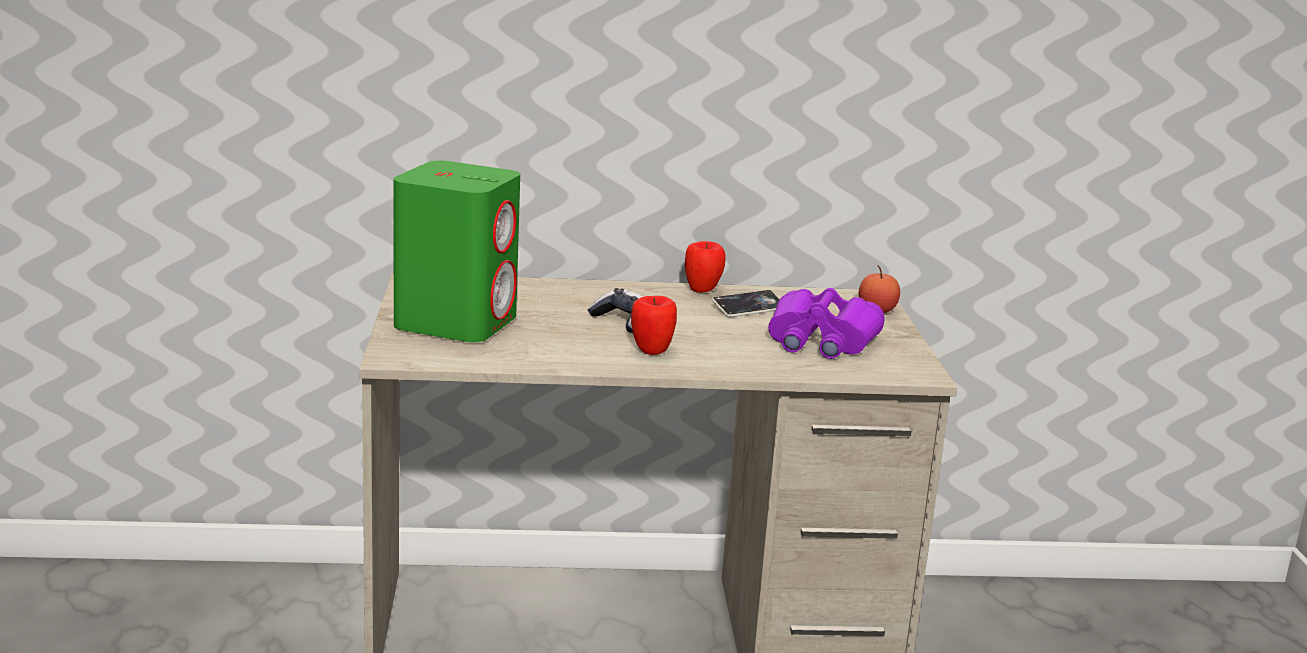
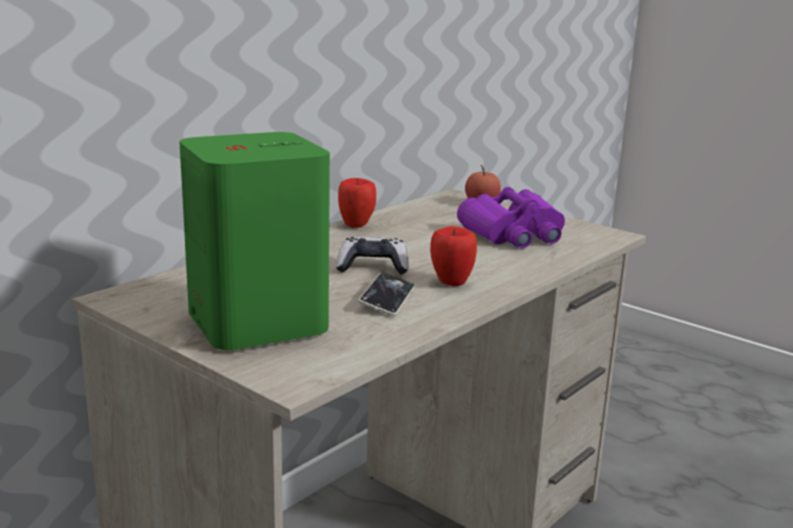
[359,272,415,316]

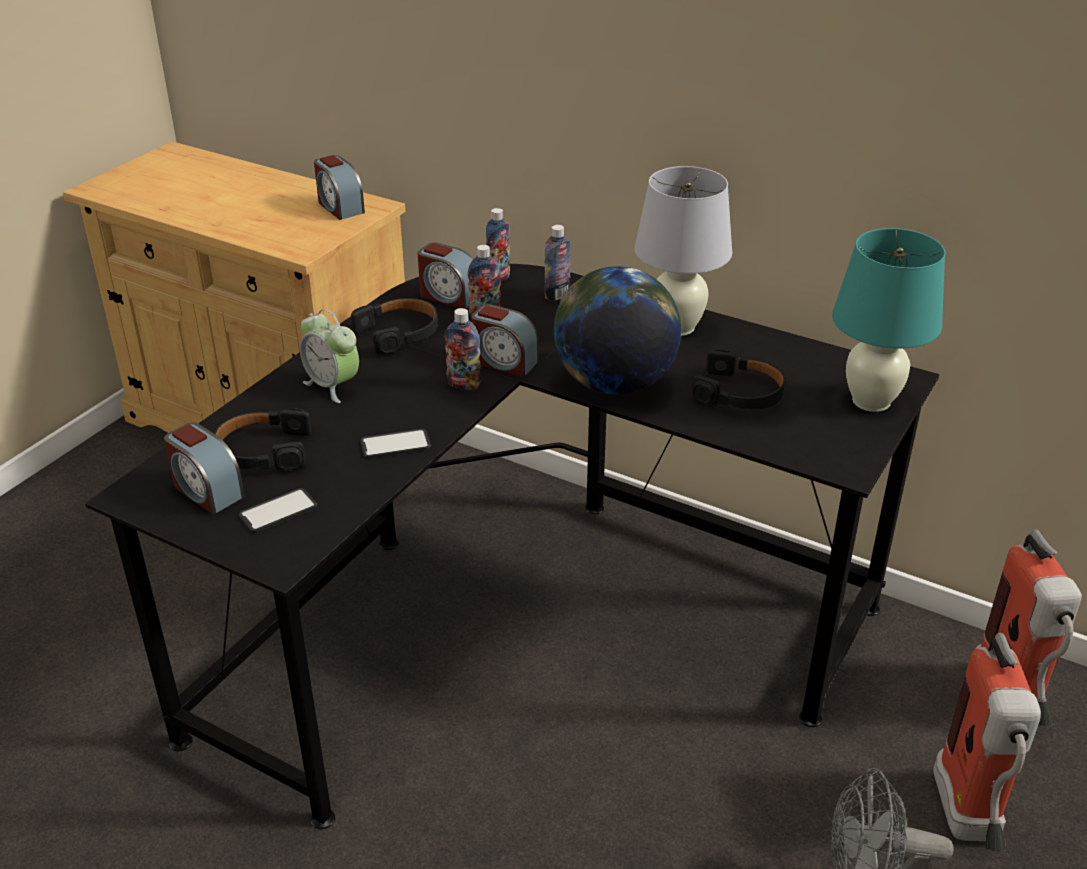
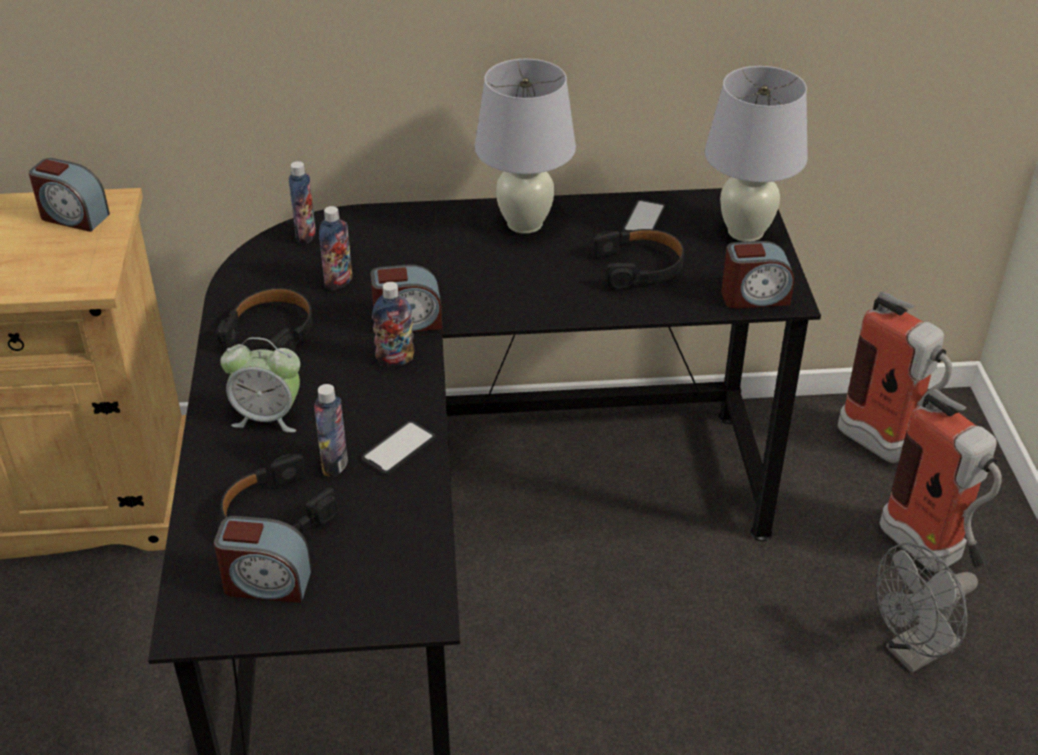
[622,199,666,231]
[721,241,794,309]
[314,384,348,477]
[553,266,681,395] (first image)
[705,66,808,242]

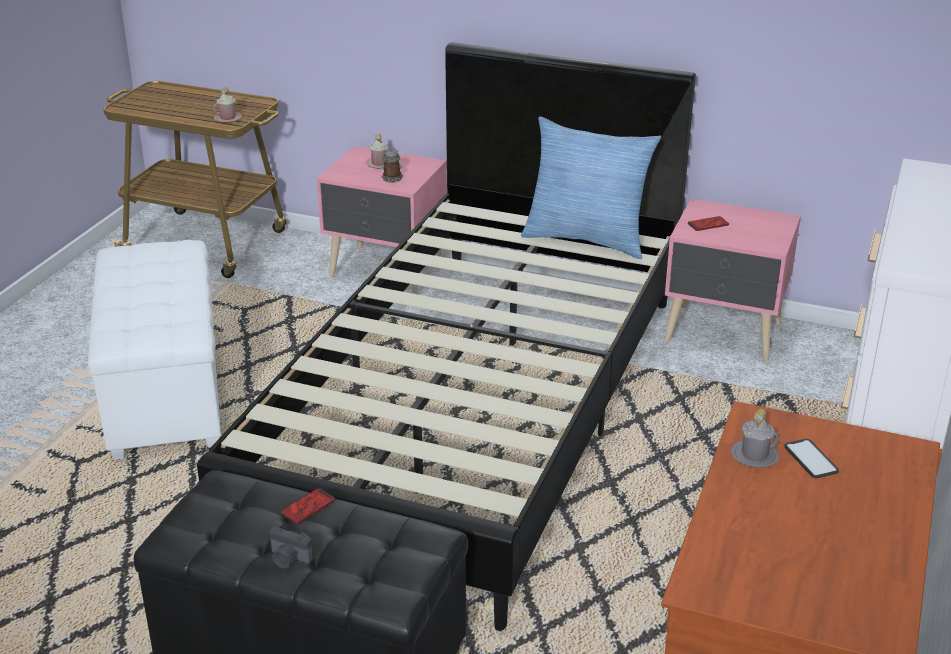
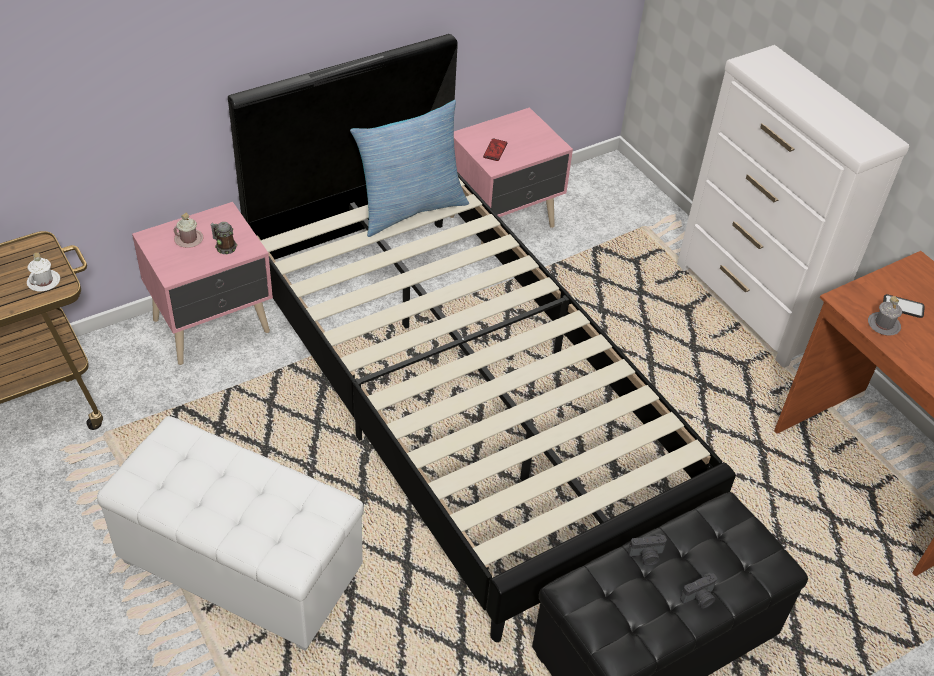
[27,253,60,291]
[628,534,667,566]

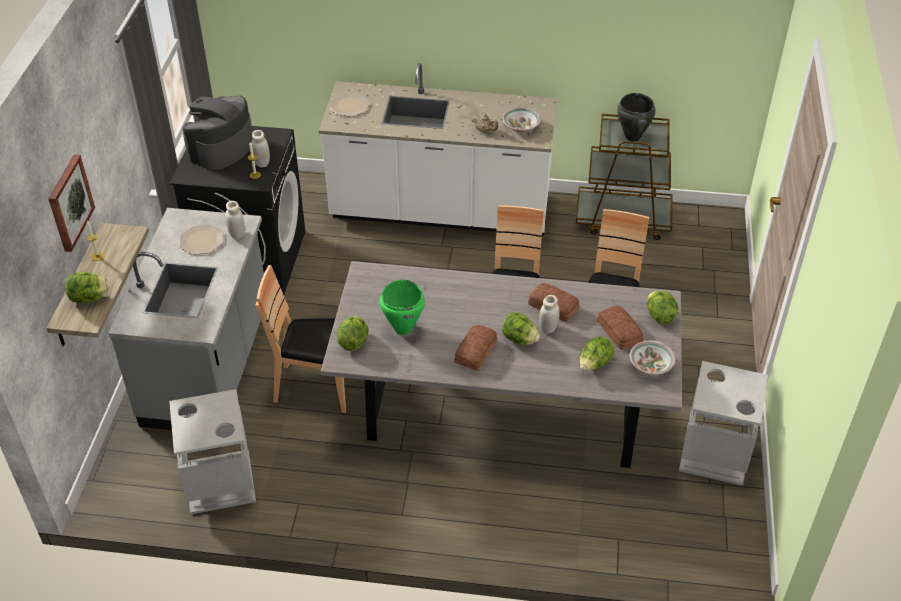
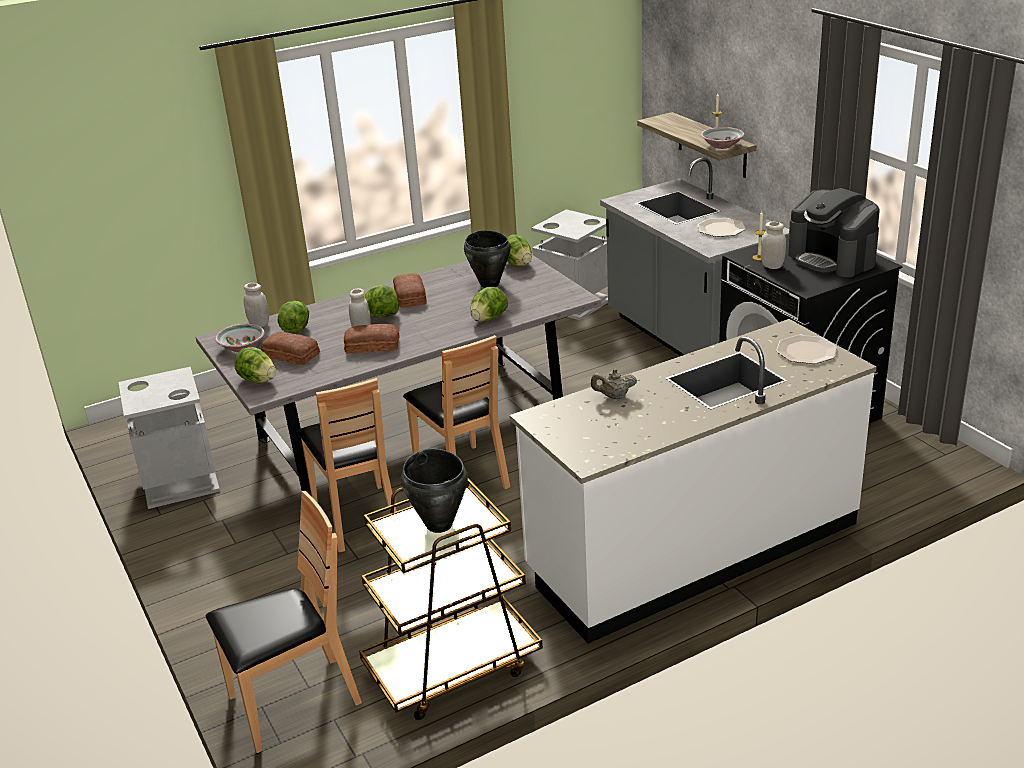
[48,154,95,252] (first image)
[470,287,508,322]
[788,188,880,277]
[244,283,269,327]
[206,491,362,753]
[464,230,511,288]
[701,127,745,149]

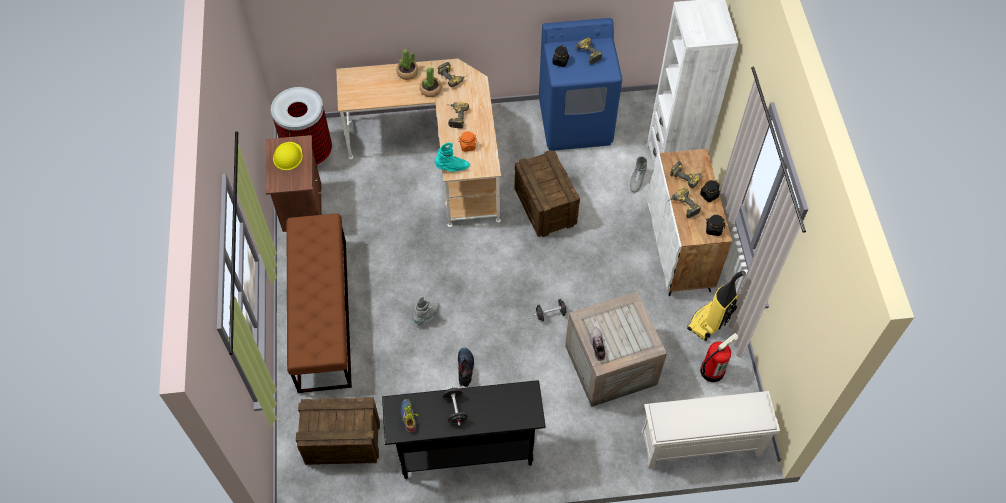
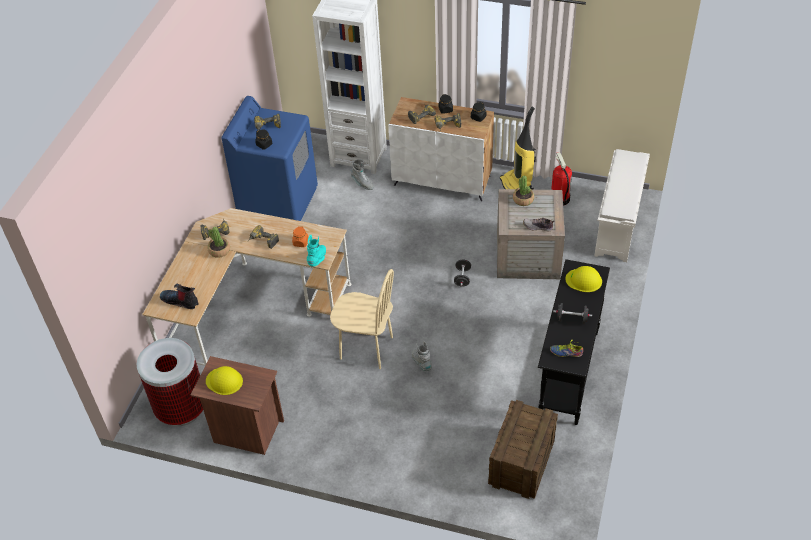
[286,213,352,393] (first image)
[513,176,534,206]
[160,284,198,309]
[514,150,580,237] (first image)
[330,269,394,369]
[565,266,602,292]

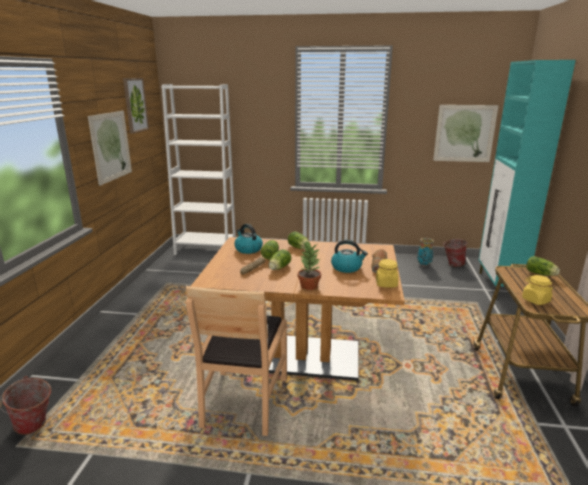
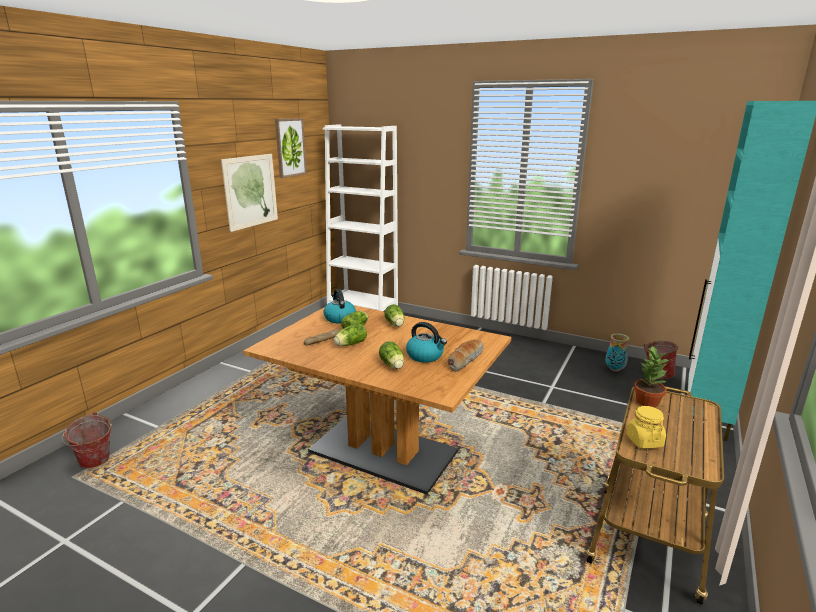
[186,286,287,436] (first image)
[634,346,669,407]
[376,259,398,288] (first image)
[433,105,498,162] (first image)
[379,341,404,369]

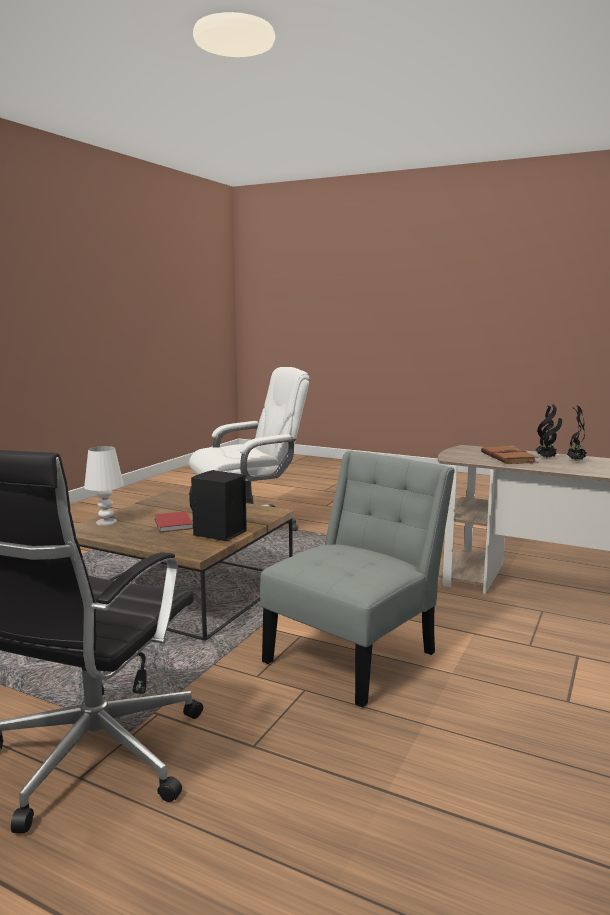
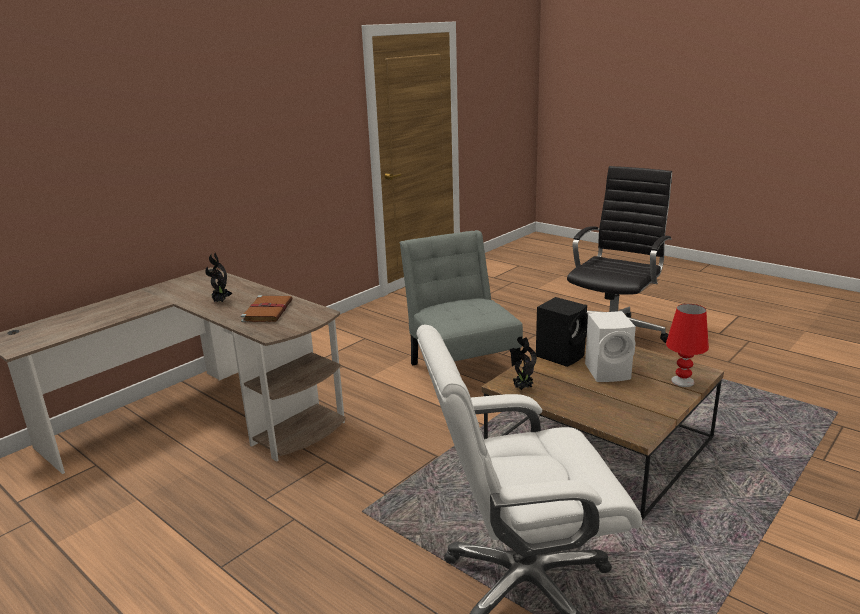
[666,304,709,387]
[585,311,636,382]
[400,230,523,367]
[510,336,537,390]

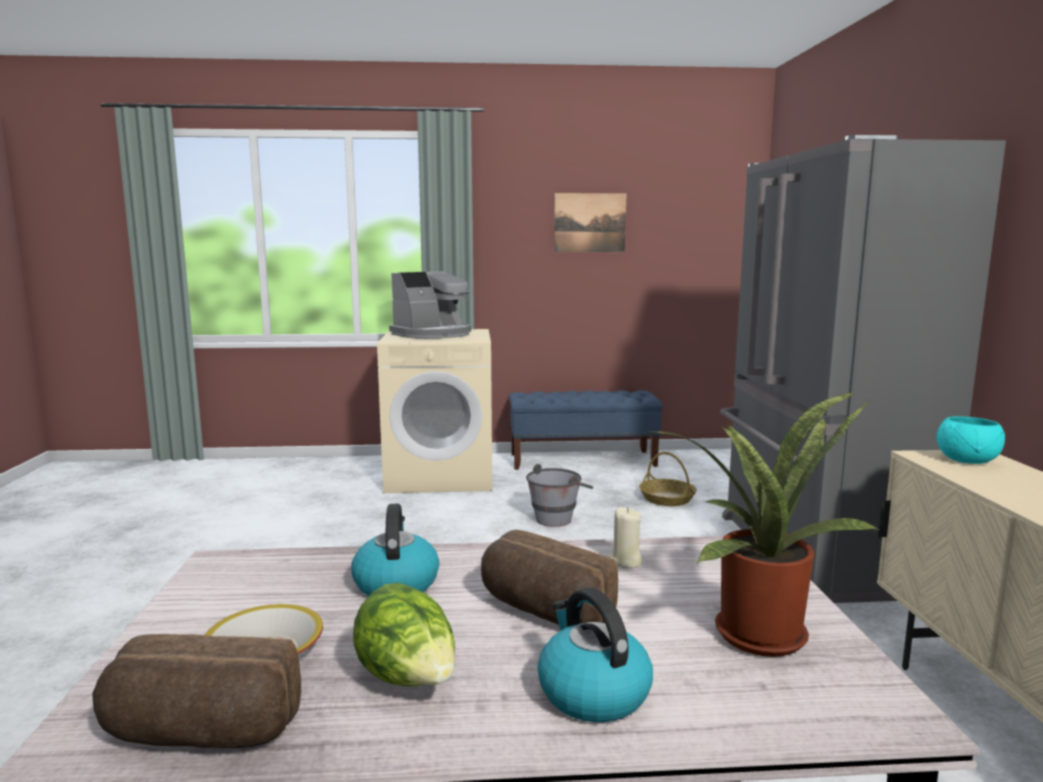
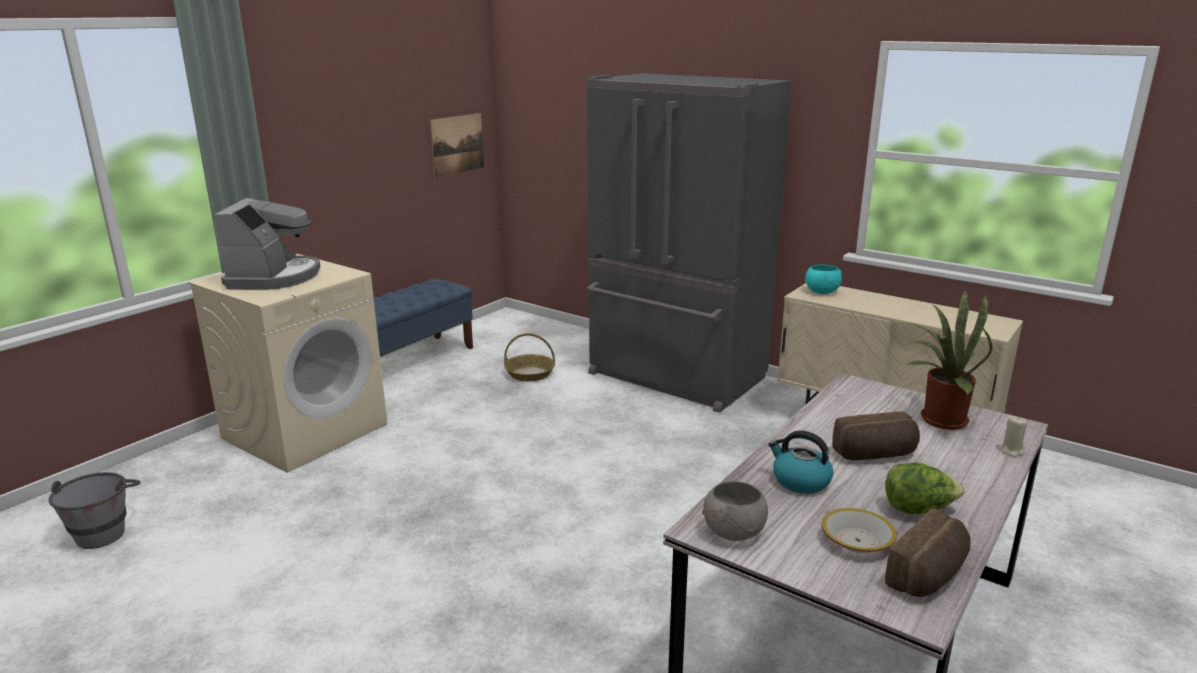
[49,472,141,549]
[537,588,653,722] (first image)
[430,113,484,178]
[1000,417,1027,457]
[702,481,768,541]

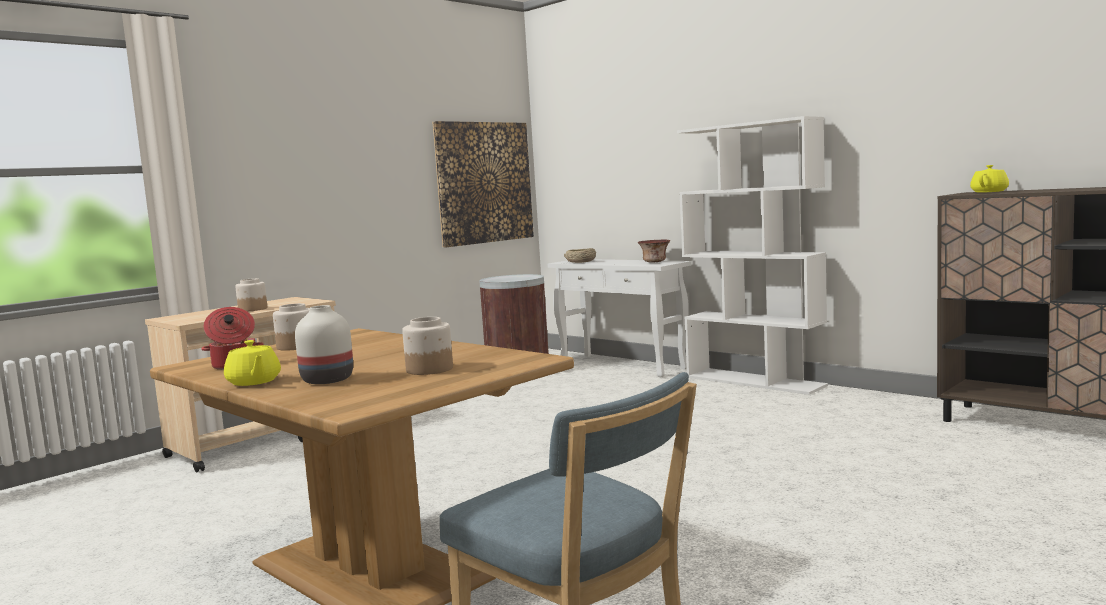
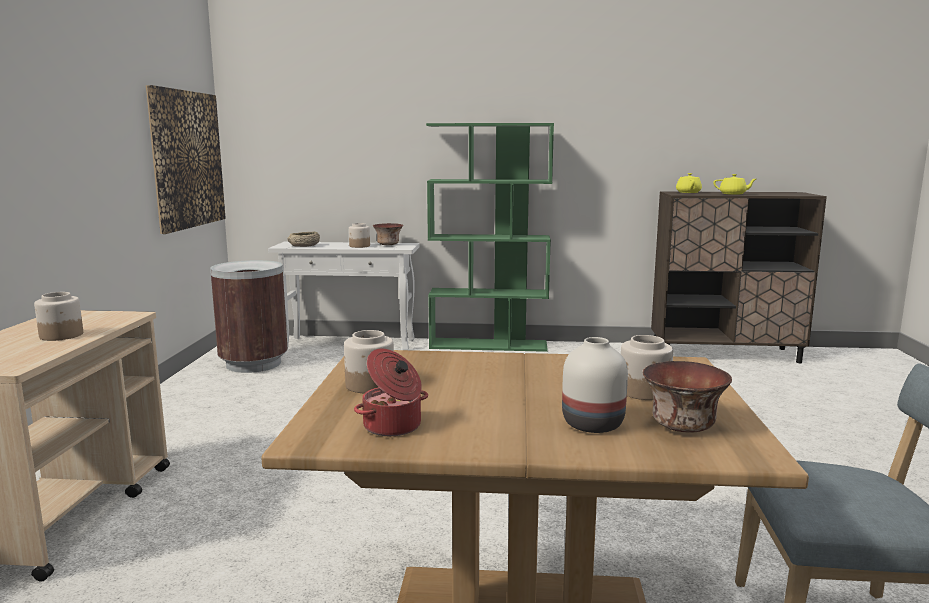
[713,174,756,195]
[426,123,554,352]
[349,223,370,248]
[643,361,732,433]

